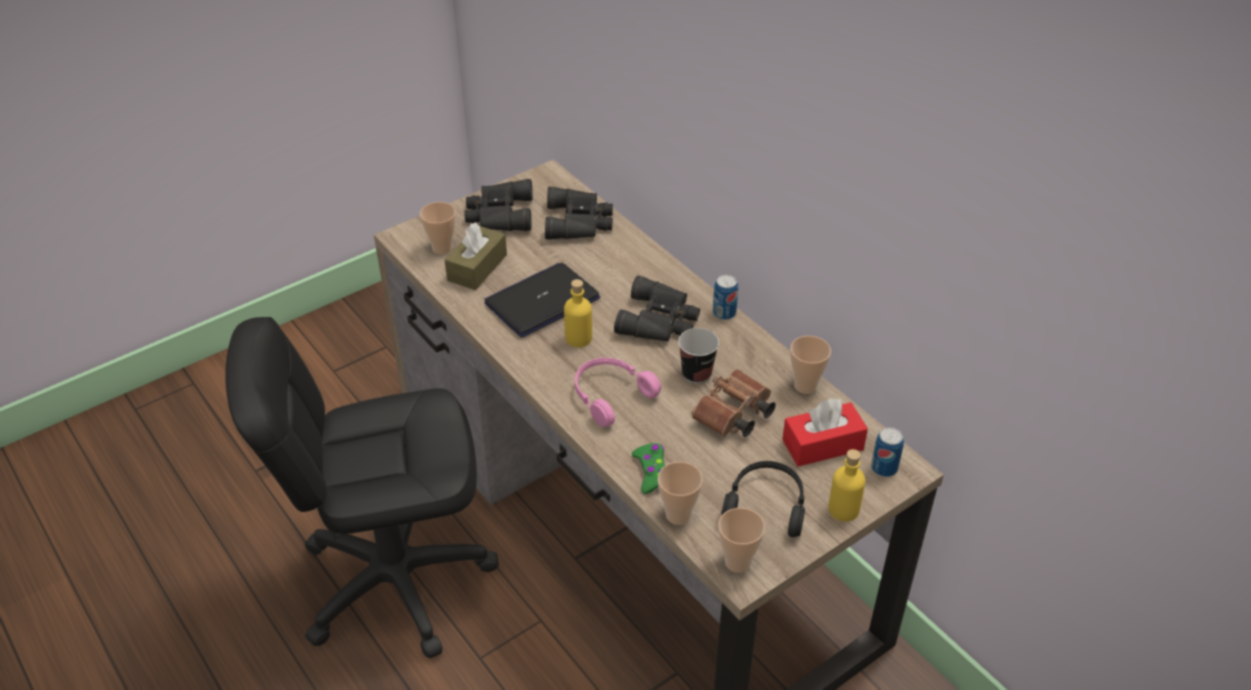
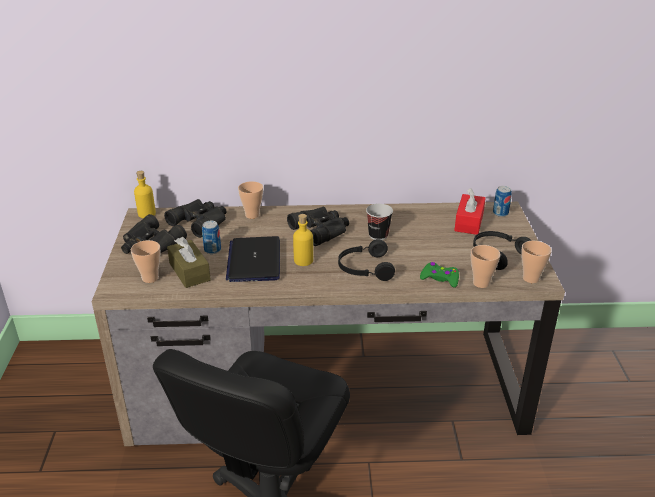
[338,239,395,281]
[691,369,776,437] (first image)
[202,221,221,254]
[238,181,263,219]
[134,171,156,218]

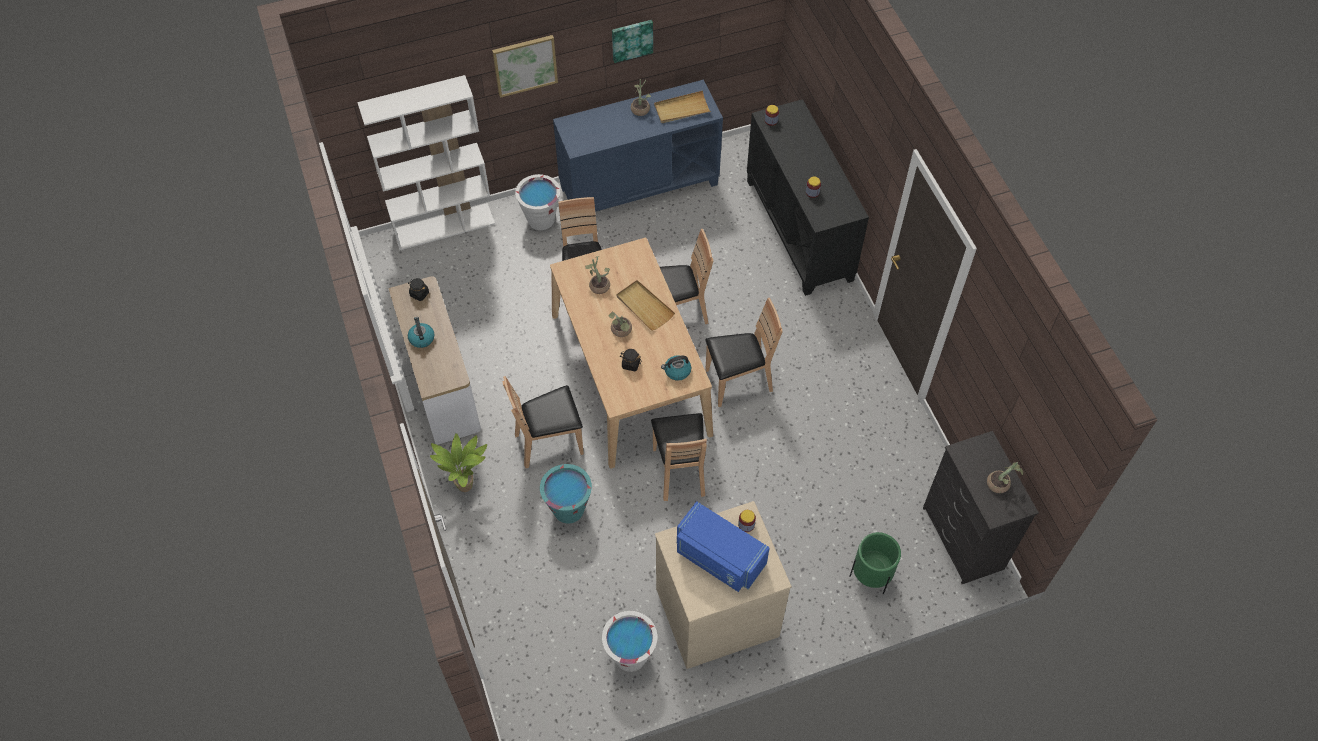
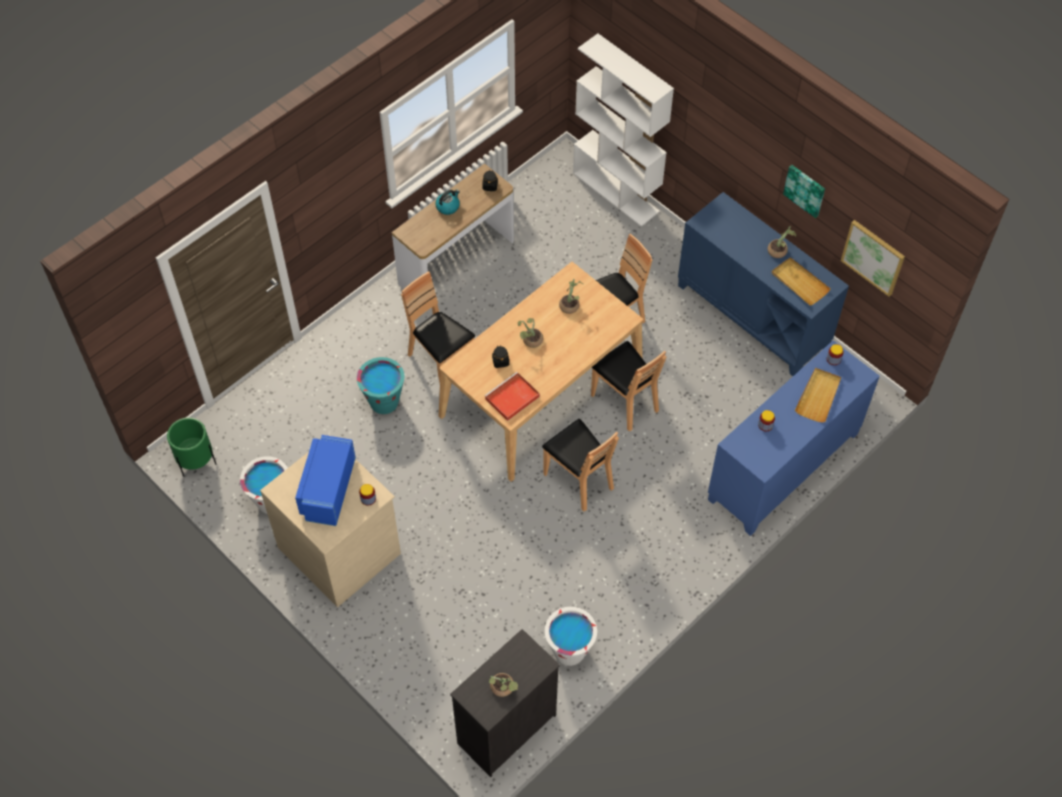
[430,433,487,492] (first image)
[841,220,905,297]
[545,607,597,666]
[795,368,841,422]
[651,413,707,501] (first image)
[484,372,540,421]
[708,340,880,536]
[167,417,216,477]

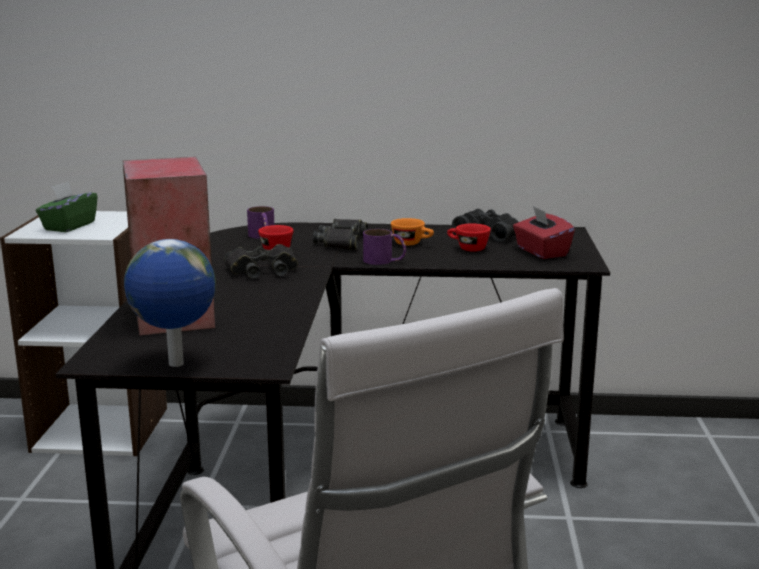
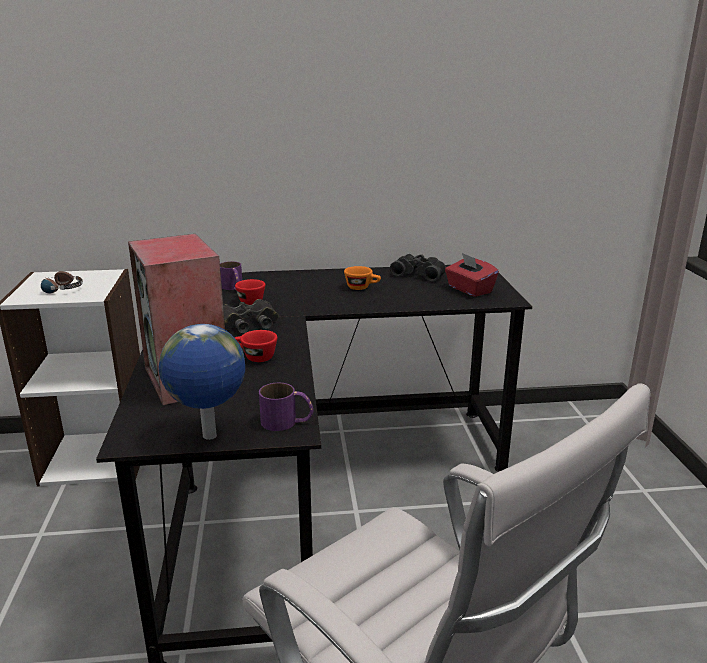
[41,271,83,293]
[313,219,368,250] (first image)
[259,382,313,431]
[235,330,277,362]

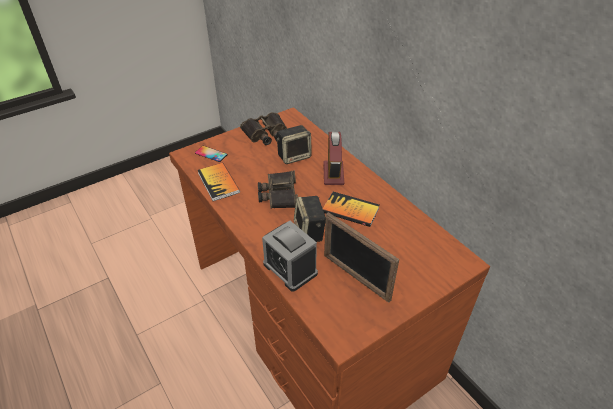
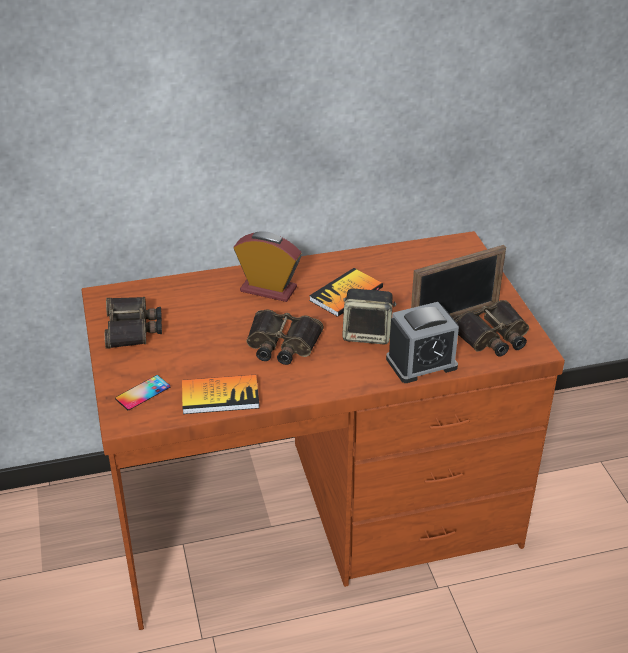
[277,125,311,164] (first image)
[454,300,529,357]

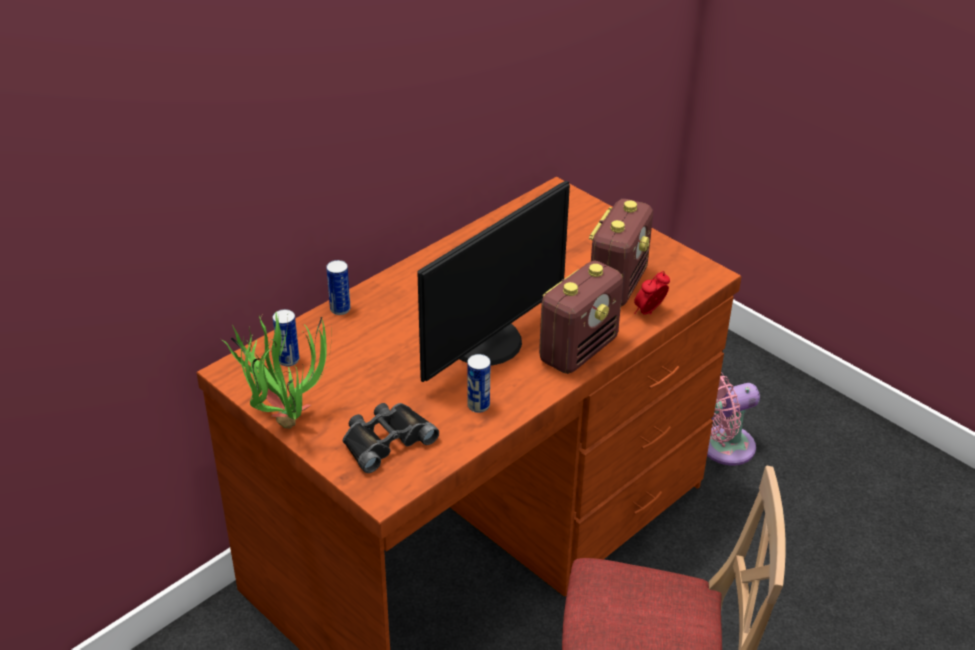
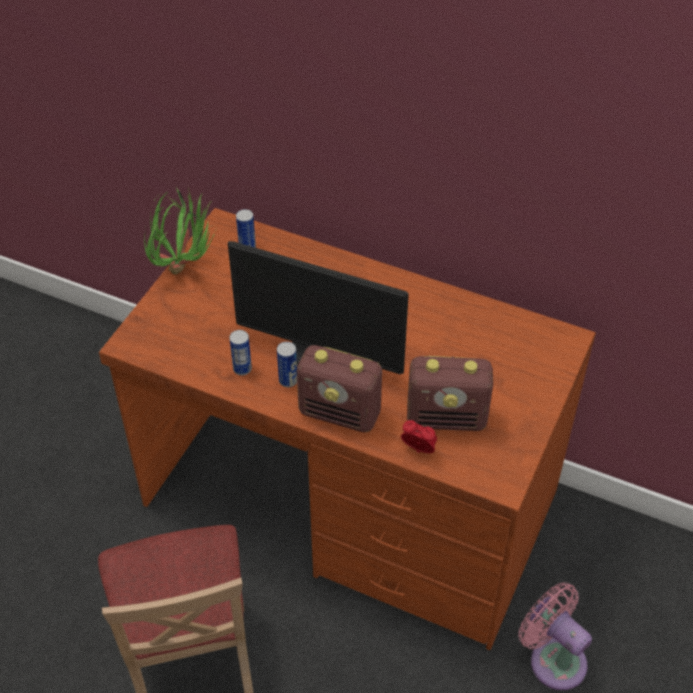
[277,342,297,387]
[343,403,439,473] (first image)

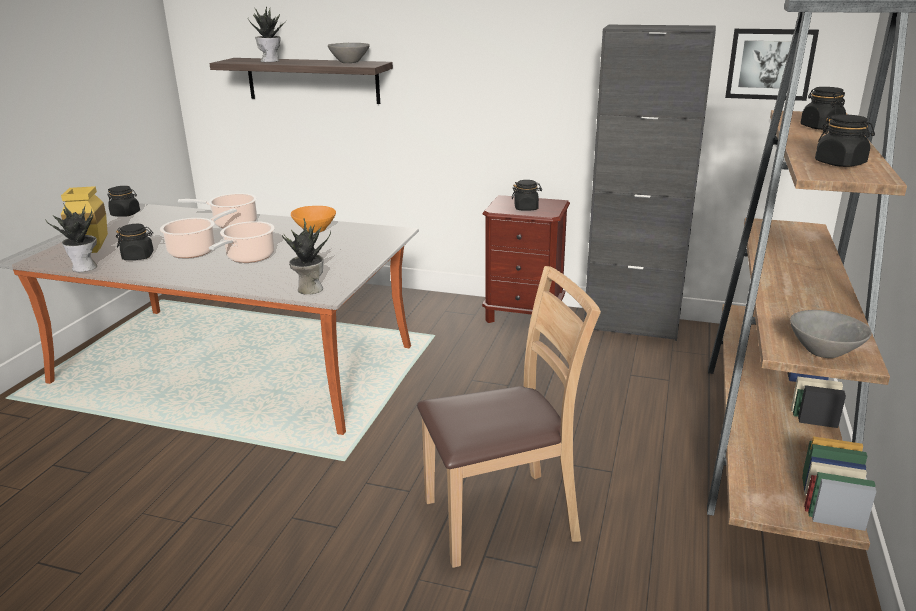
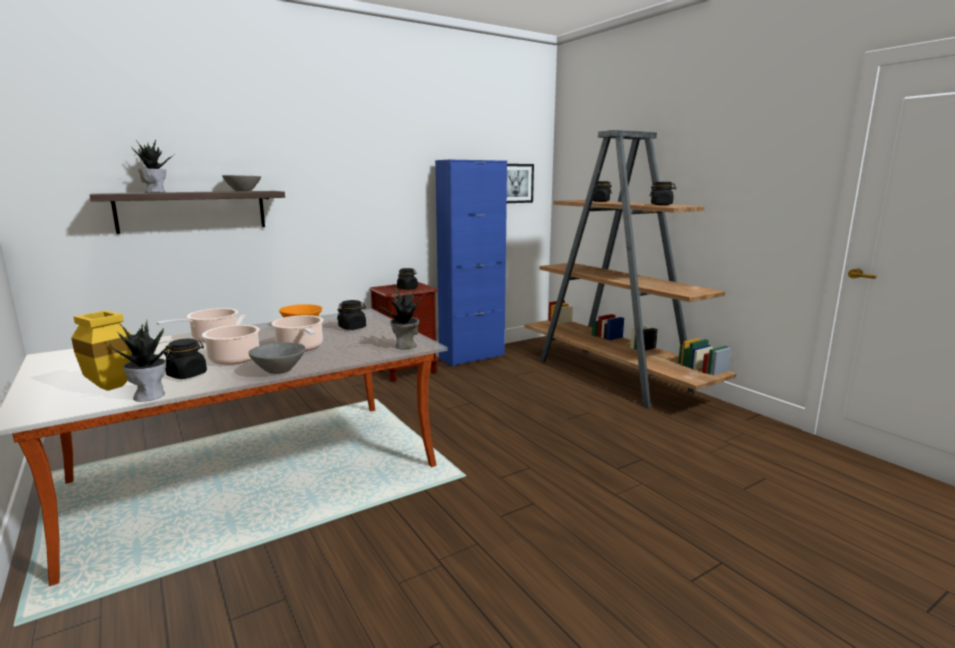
[337,300,366,330]
[417,266,601,568] (first image)
[435,160,507,366]
[248,342,306,374]

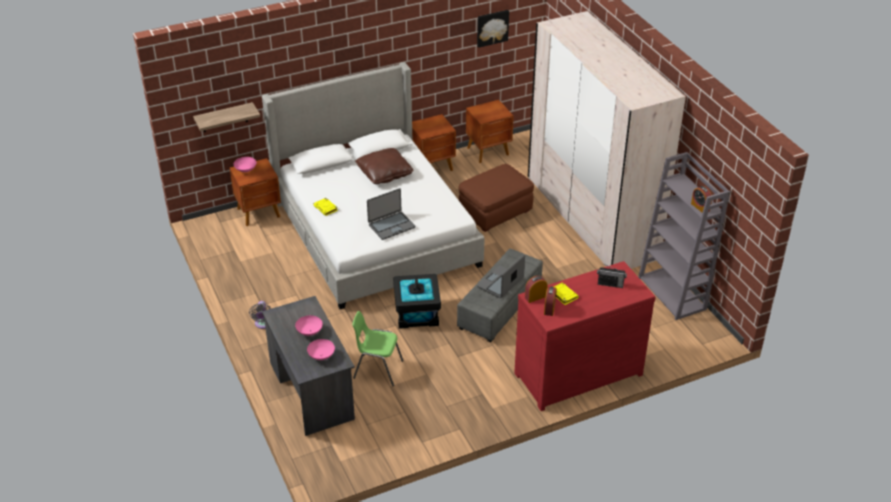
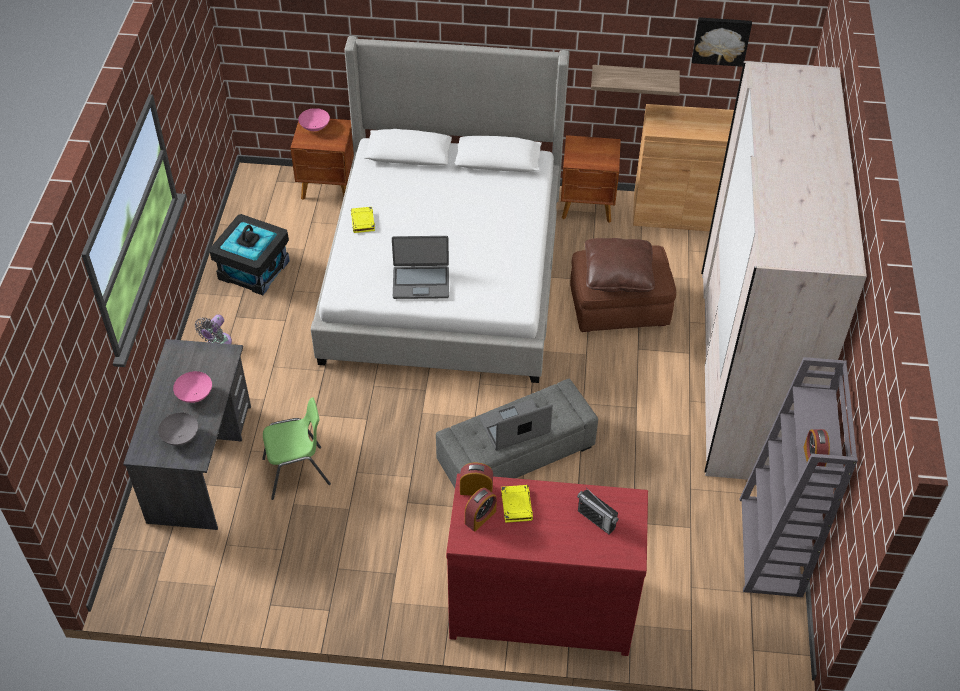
[591,65,680,96]
[158,413,198,446]
[262,397,331,500]
[585,238,655,292]
[209,214,290,295]
[633,104,734,231]

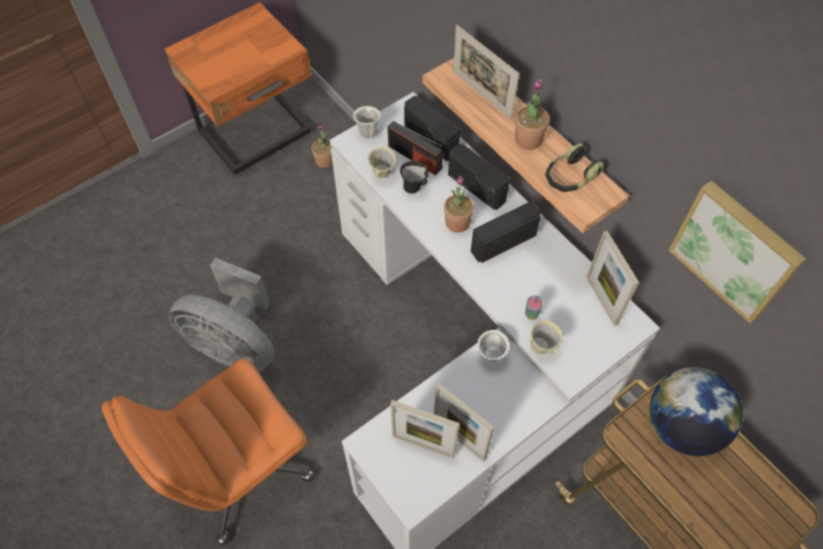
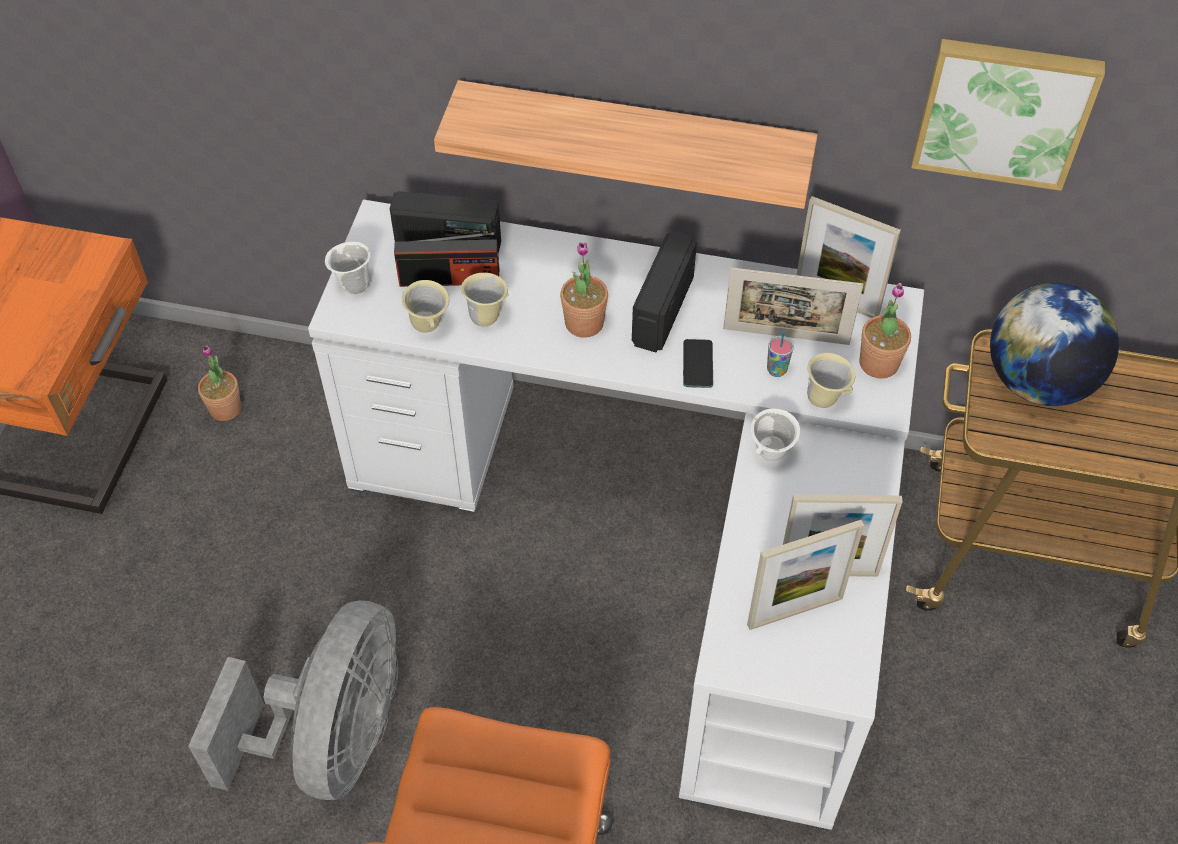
[188,600,398,800]
[461,273,509,327]
[448,143,510,210] (first image)
[723,267,863,345]
[859,283,911,378]
[546,143,604,192] (first image)
[683,339,713,388]

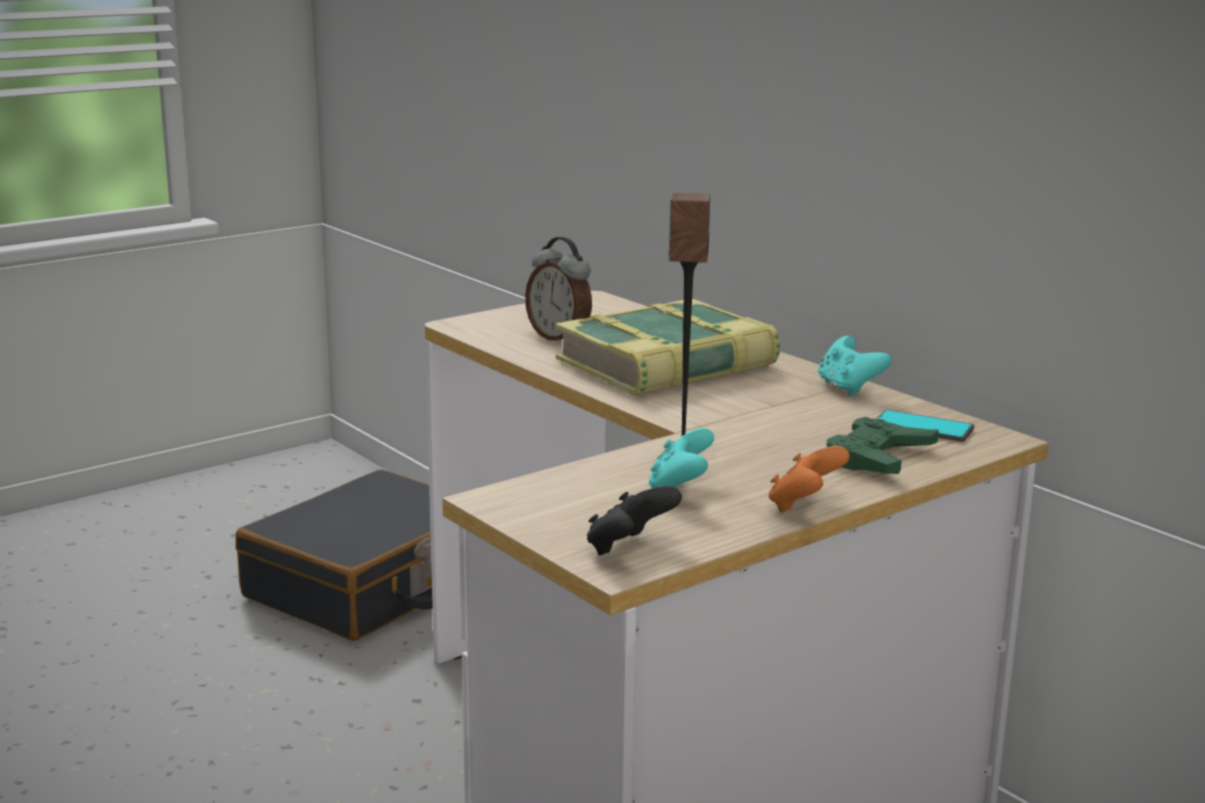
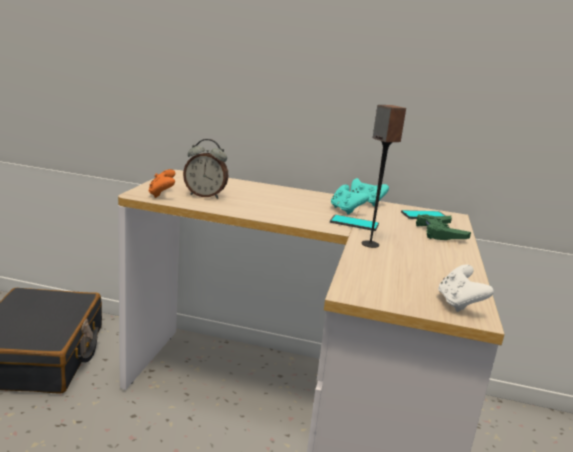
[555,299,780,395] (first image)
[438,264,494,312]
[331,185,369,215]
[149,169,175,198]
[330,214,379,231]

